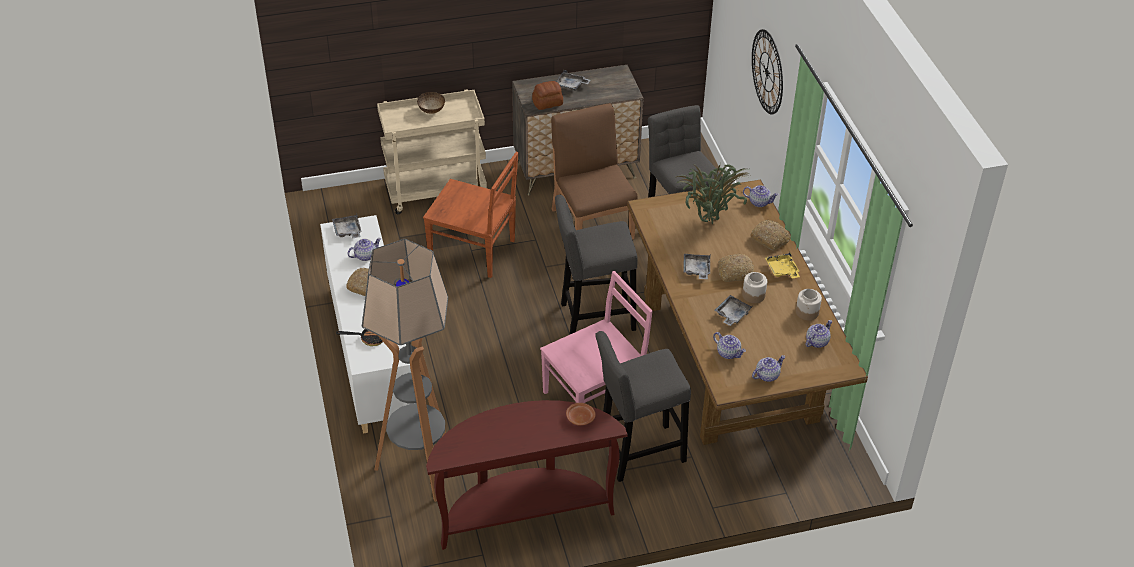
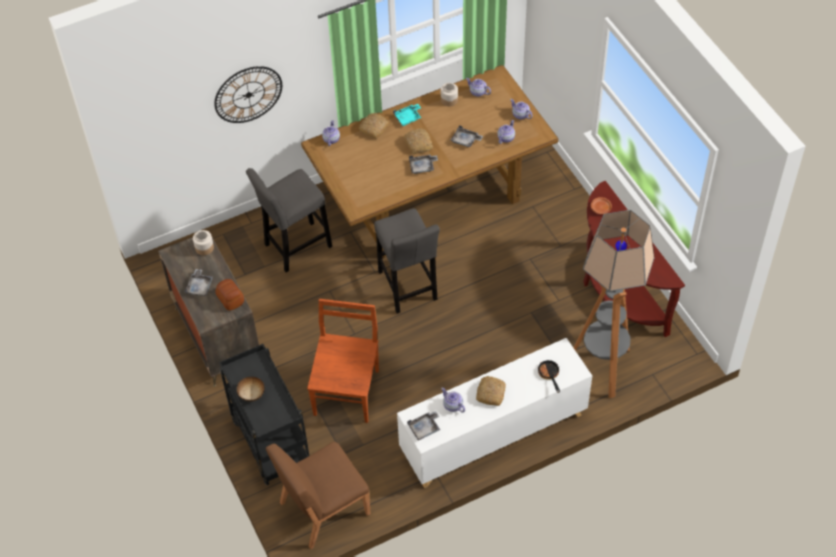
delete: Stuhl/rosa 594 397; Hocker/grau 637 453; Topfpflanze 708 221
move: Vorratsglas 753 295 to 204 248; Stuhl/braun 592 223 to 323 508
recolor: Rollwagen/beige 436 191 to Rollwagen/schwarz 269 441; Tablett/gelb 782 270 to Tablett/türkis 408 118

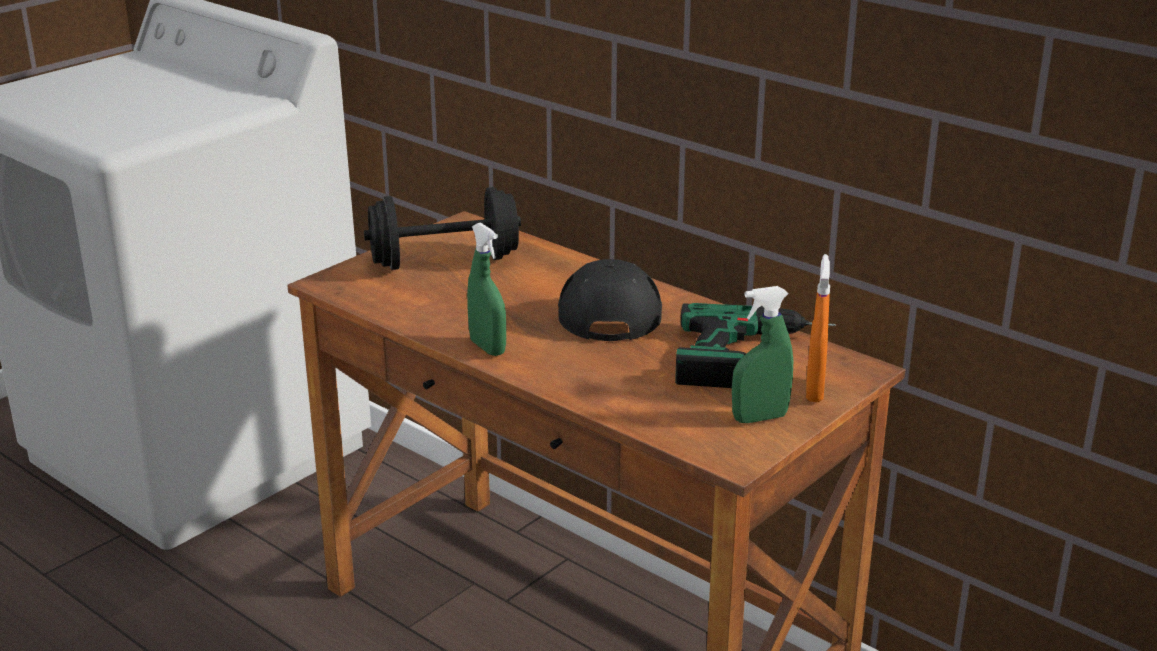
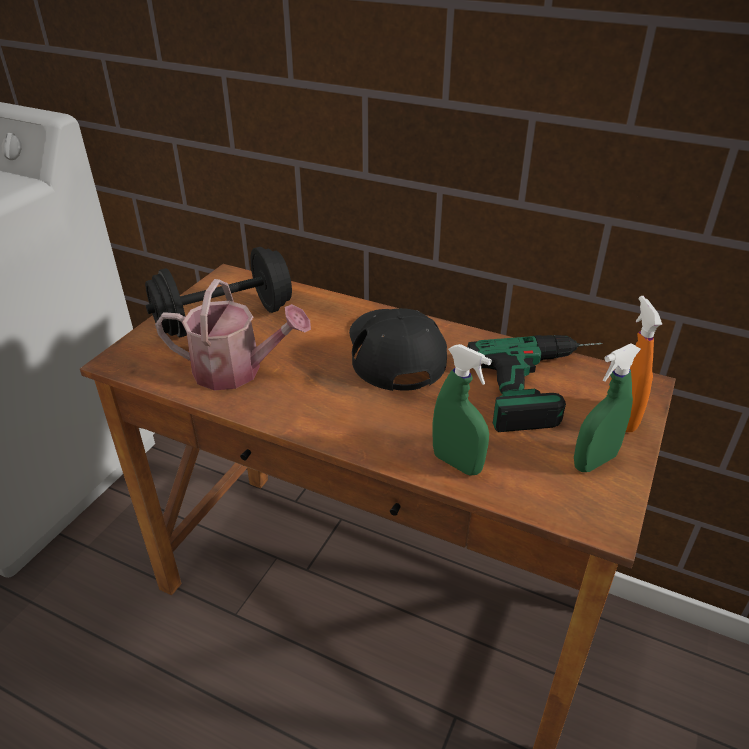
insert: Gießkanne 237 371
move: Sprühflasche/grün 487 348 to 457 463

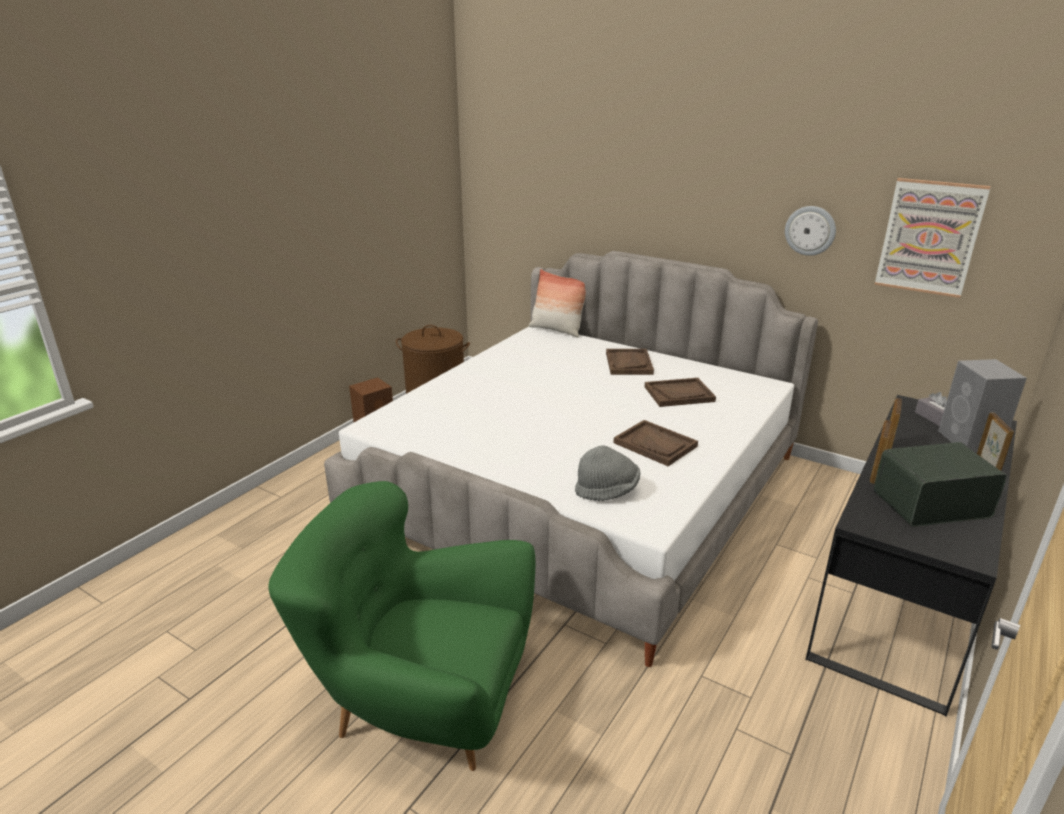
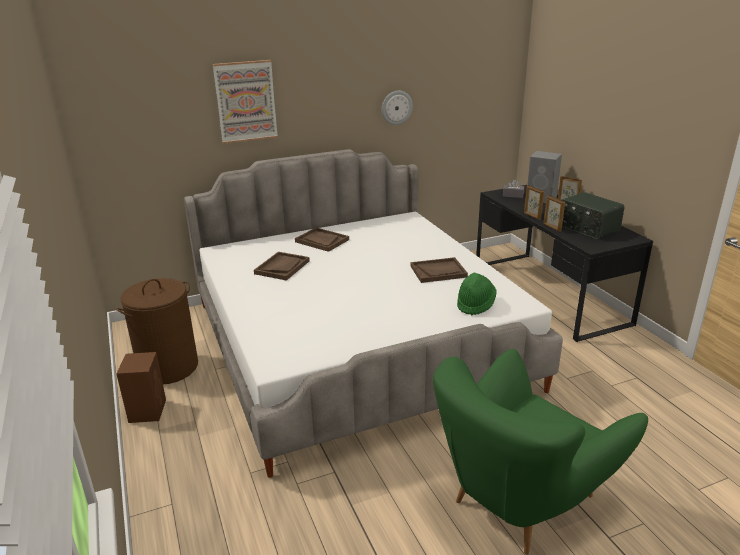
delete: Kissen 557 330
move: Bild 929 237 to 246 101; Tablett/braun 679 394 to 282 267
recolor: Hut/grau 607 491 to Hut/grün 475 304
rotate: Radio 929 503 = 587 228 60 degrees counterclockwise

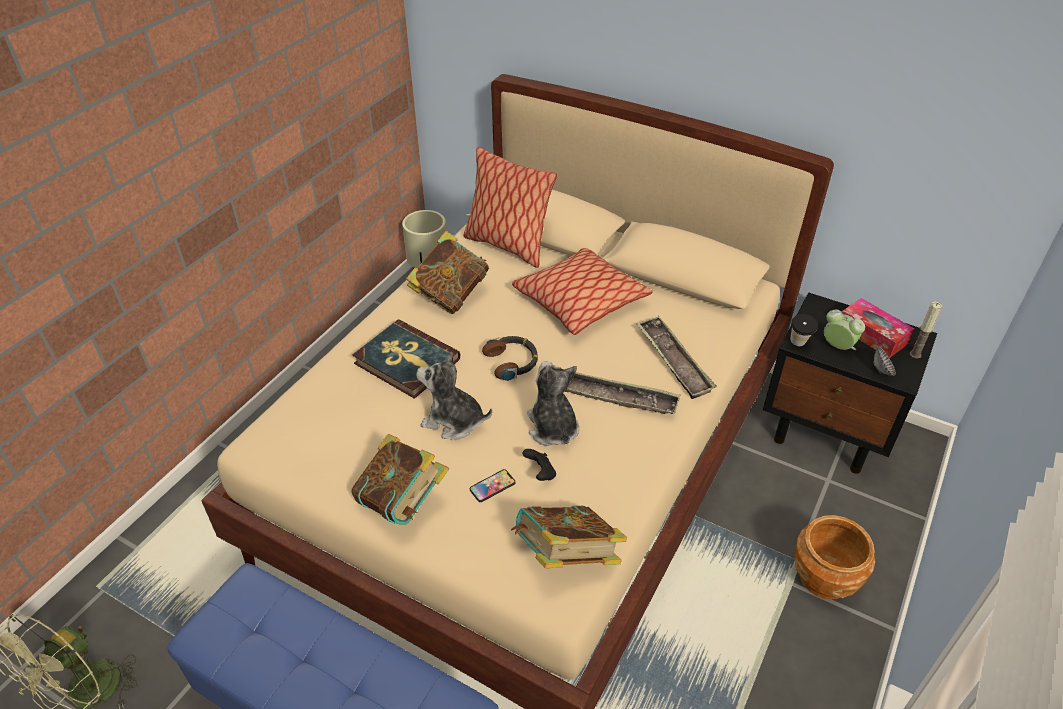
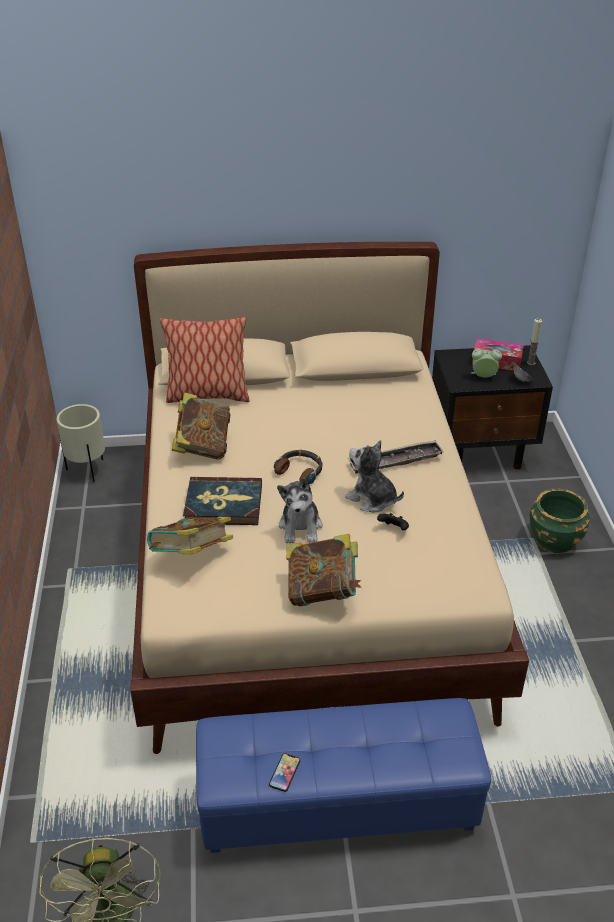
delete: Kissen 580 300; Tablett 673 361; Tasse 798 345
move: Buch 566 557 to 191 556; Handy 492 486 to 284 773
recolor: Pflanzkübel/braun 824 578 to Pflanzkübel/grün 554 540
rotate: Plüschtier 453 421 = 300 527 75 degrees counterclockwise

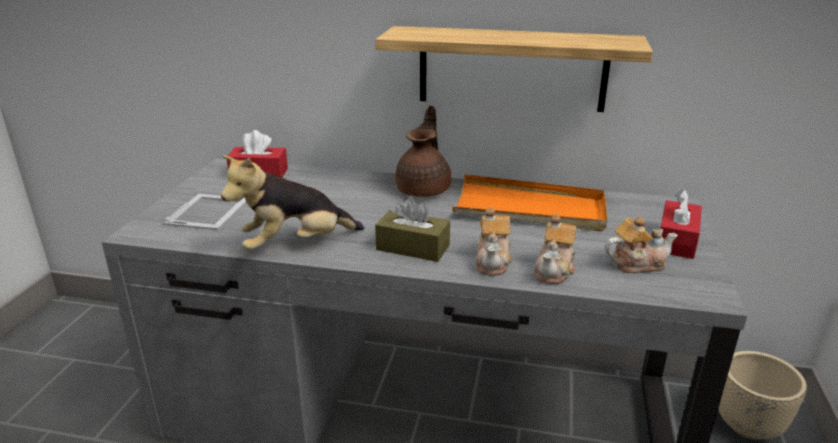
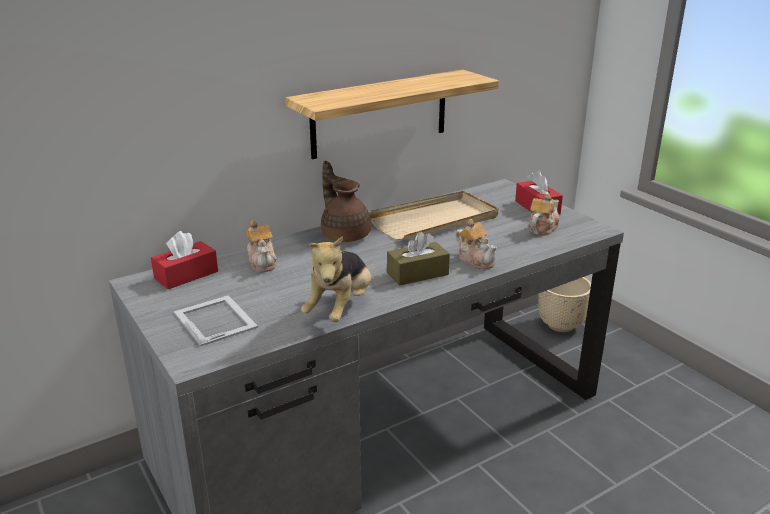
move: Teekanne 554 270 to 263 262
recolor: Tablett/orange 530 209 to Tablett/beige 434 220

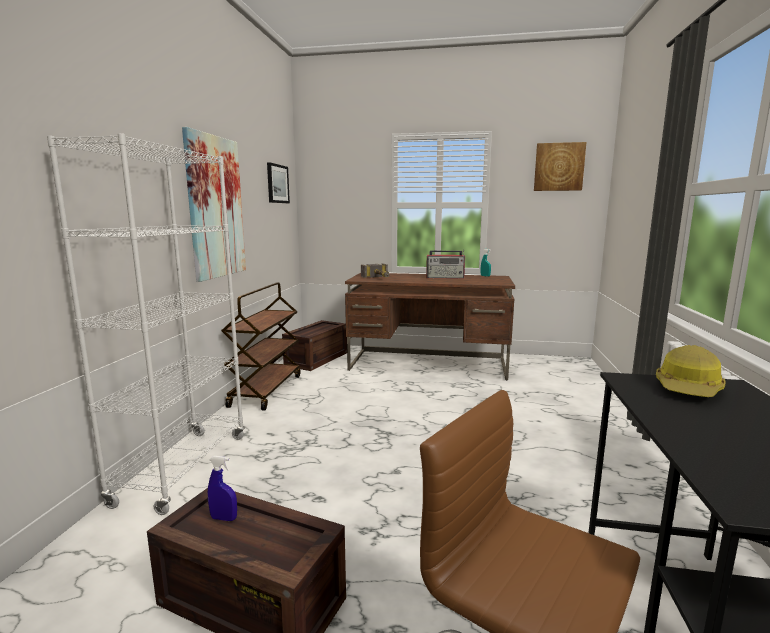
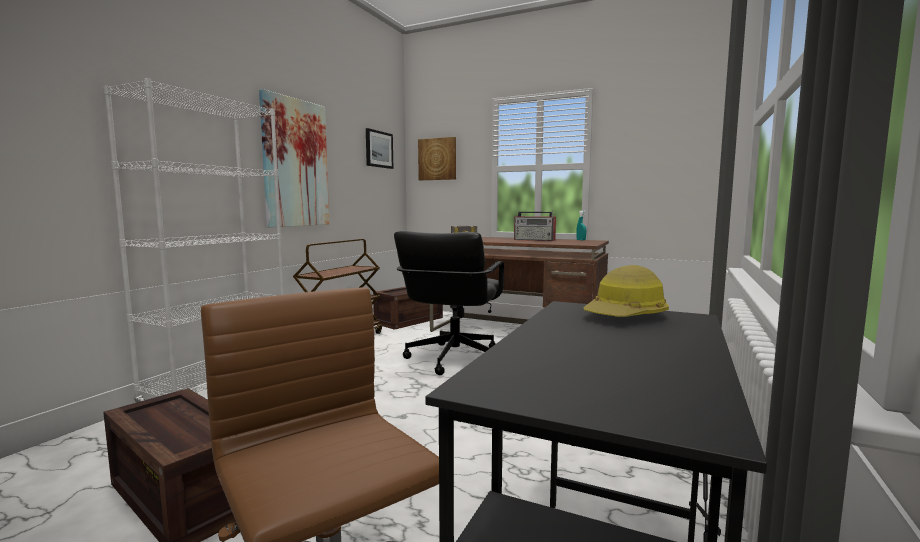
delete: Sprühflasche/blau 224 518
insert: Bürostuhl/schwarz 453 359
move: Bild 559 167 to 437 159

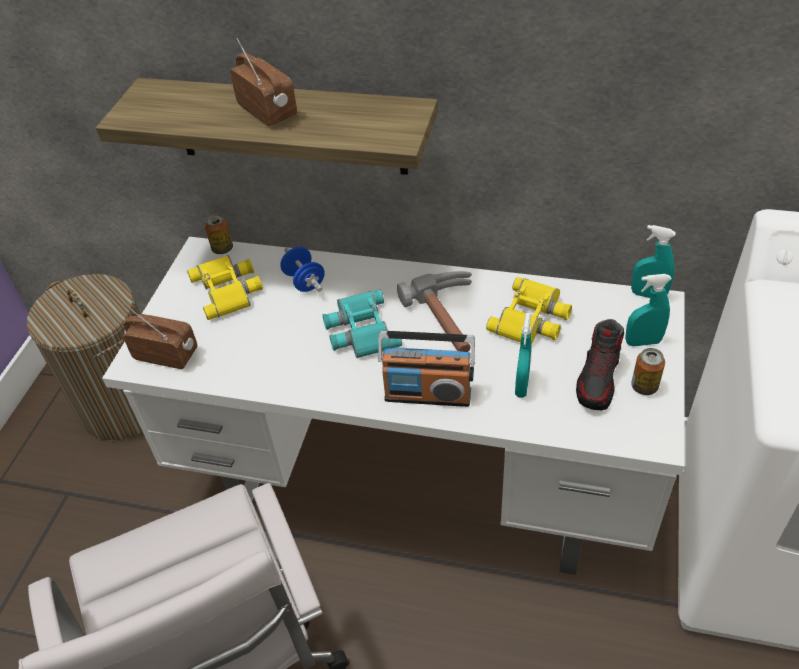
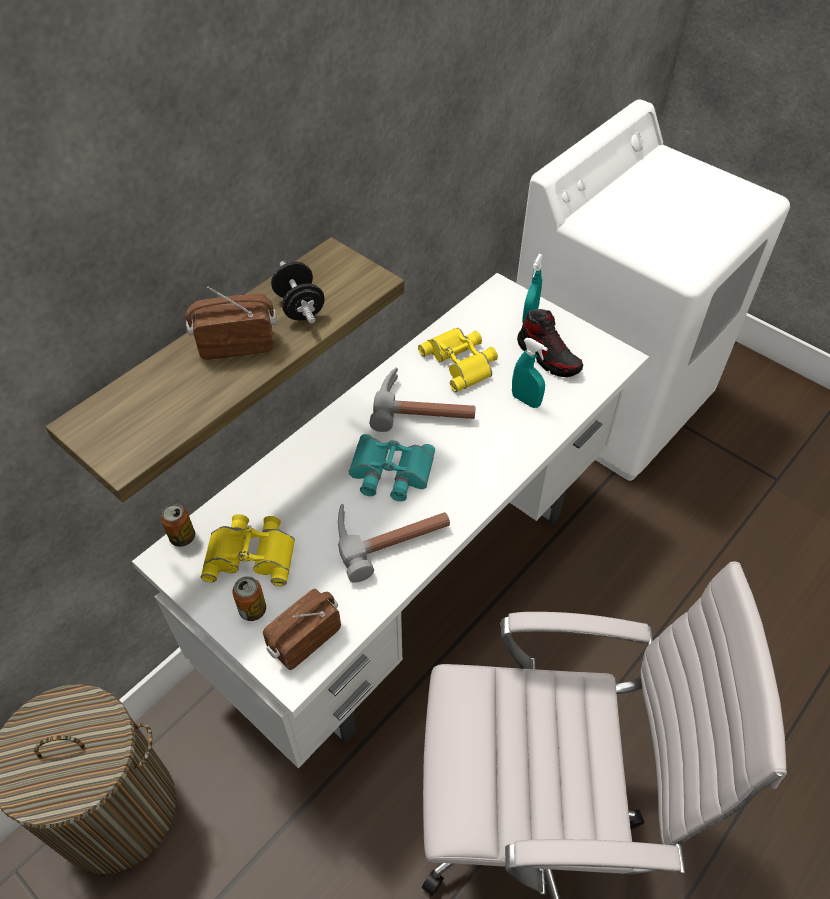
delete: Hantel/blau 304 281; Radio 428 394; Sprühflasche/türkis 648 295
insert: Hantel/schwarz 300 307; Hammer 389 534
move: Dose 644 387 to 253 610

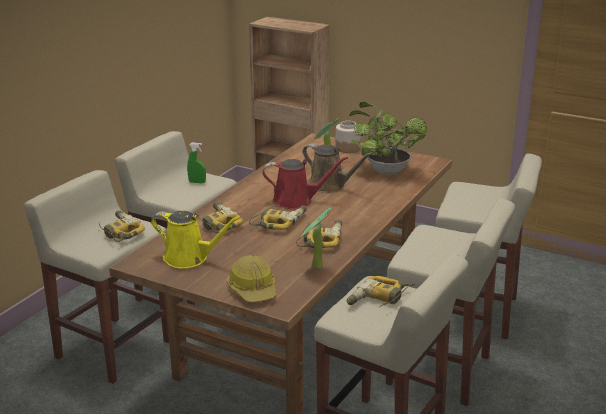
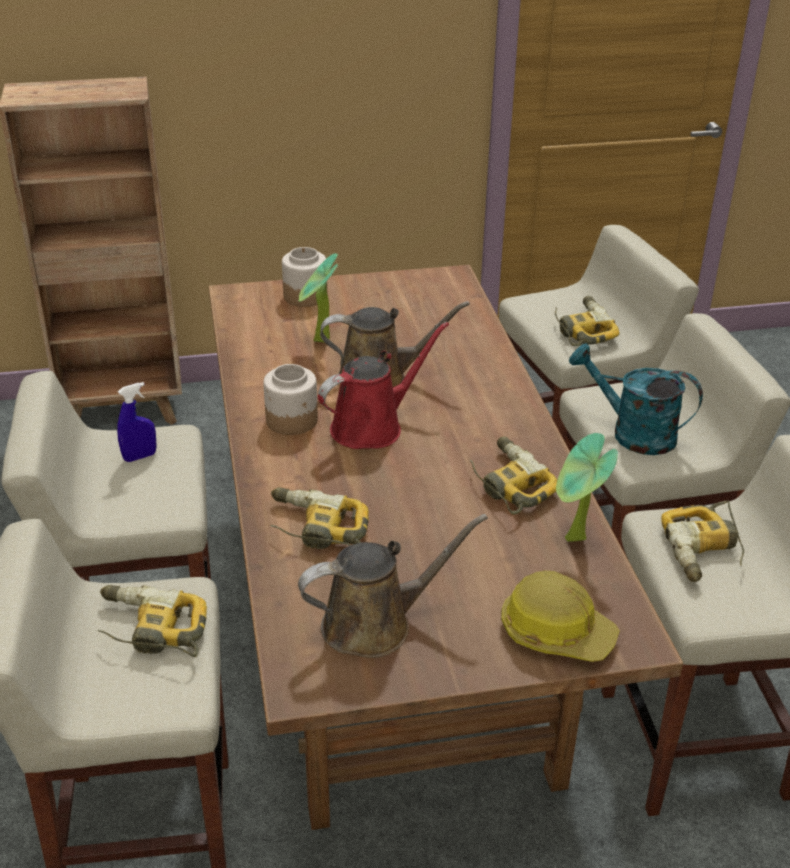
delete: Topfpflanze 384 170
insert: Vorratsglas 292 420; Gießkanne/türkis 632 433
move: Bohrmaschine 279 222 to 581 329
recolor: Sprühflasche/grün 197 182 to Sprühflasche/blau 140 457; Gießkanne/gelb 189 258 to Gießkanne/braun 375 624

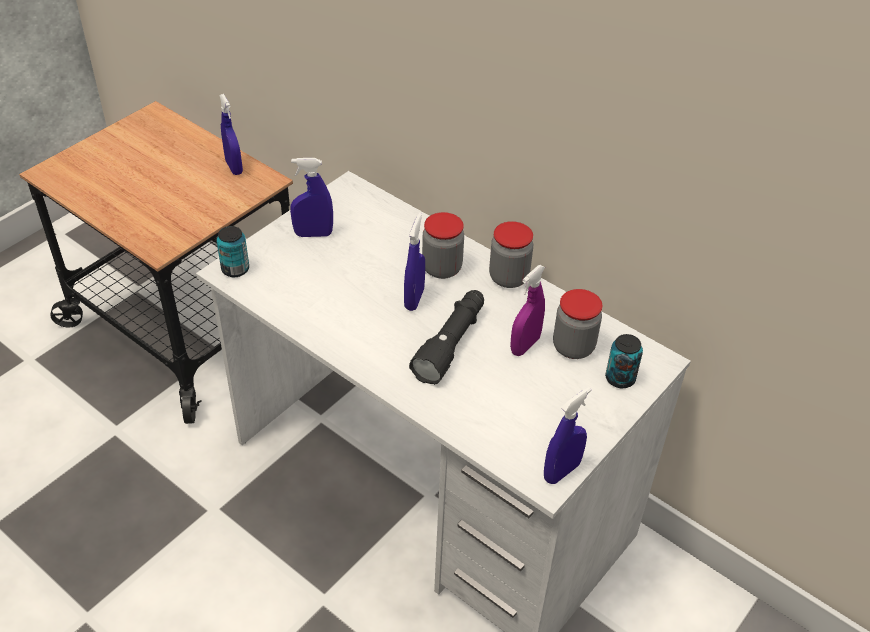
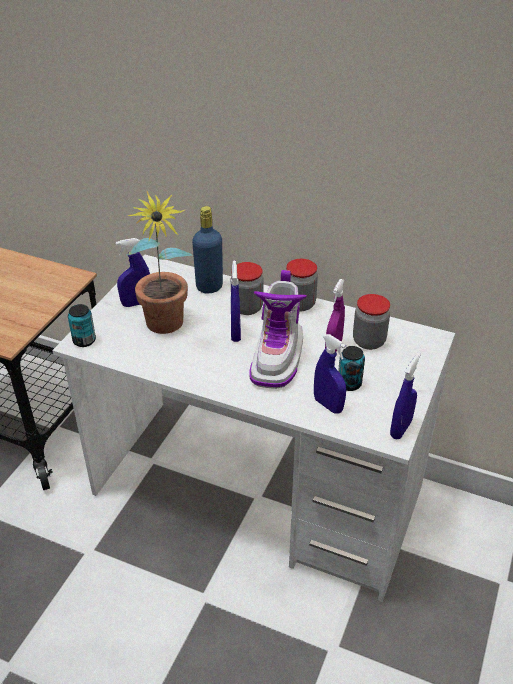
insert: Topfpflanze 165 329; Flasche/blau 209 287
move: Sprühflasche/blau 234 167 to 328 405; Dose 620 378 to 349 384
replace: Taschenlampe/schwarz 451 344 to Stiefel 278 358

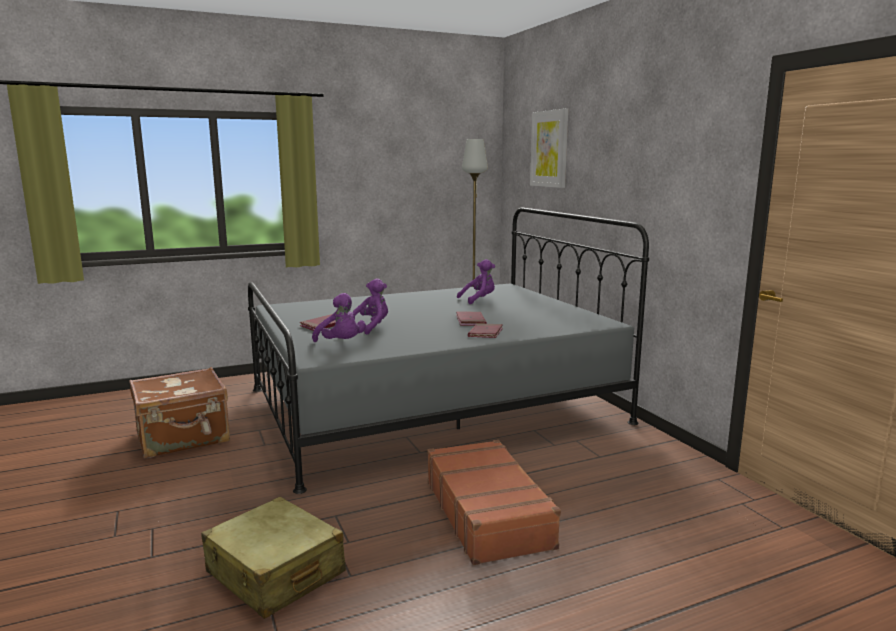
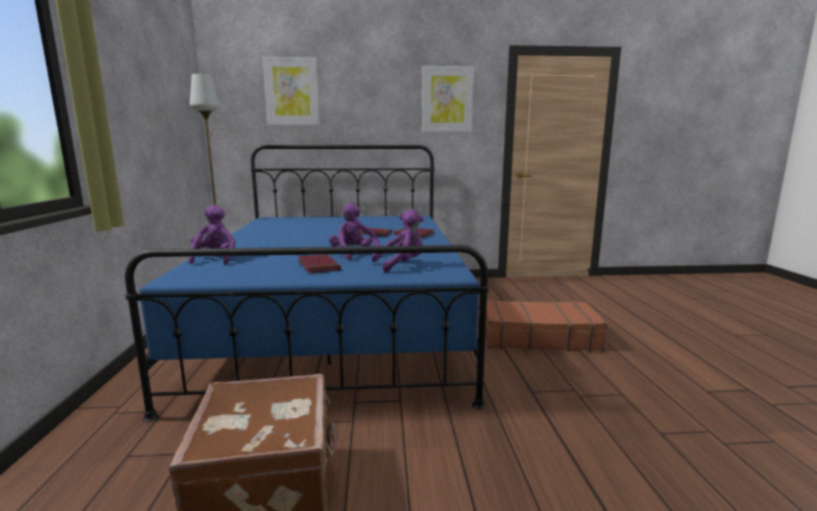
delete: Koffer/beige 275 573
insert: Bild 447 99
move: Plüschtier/lila 479 300 to 215 259
recolor: Bett/grau 432 405 to Bett/blau 337 326

